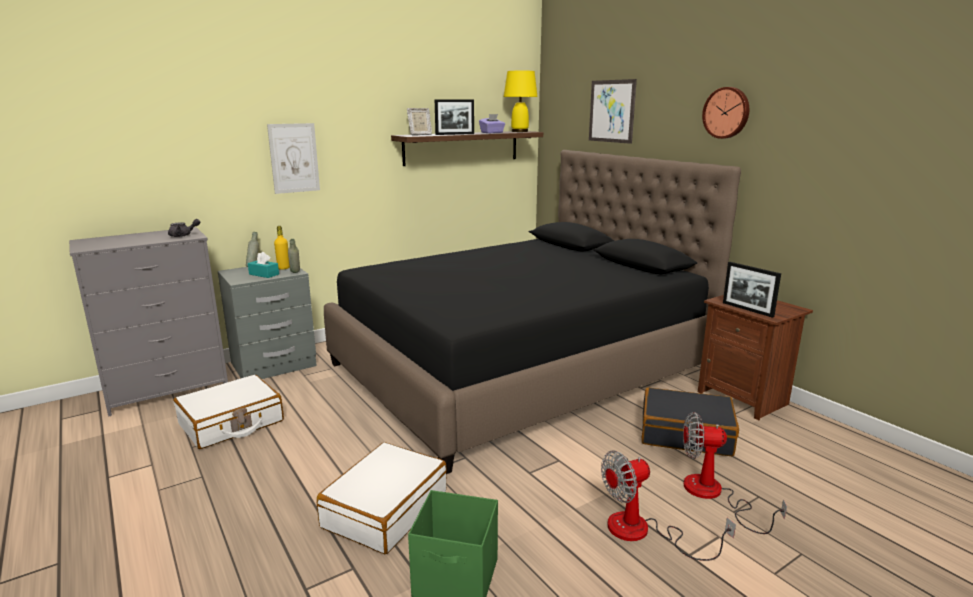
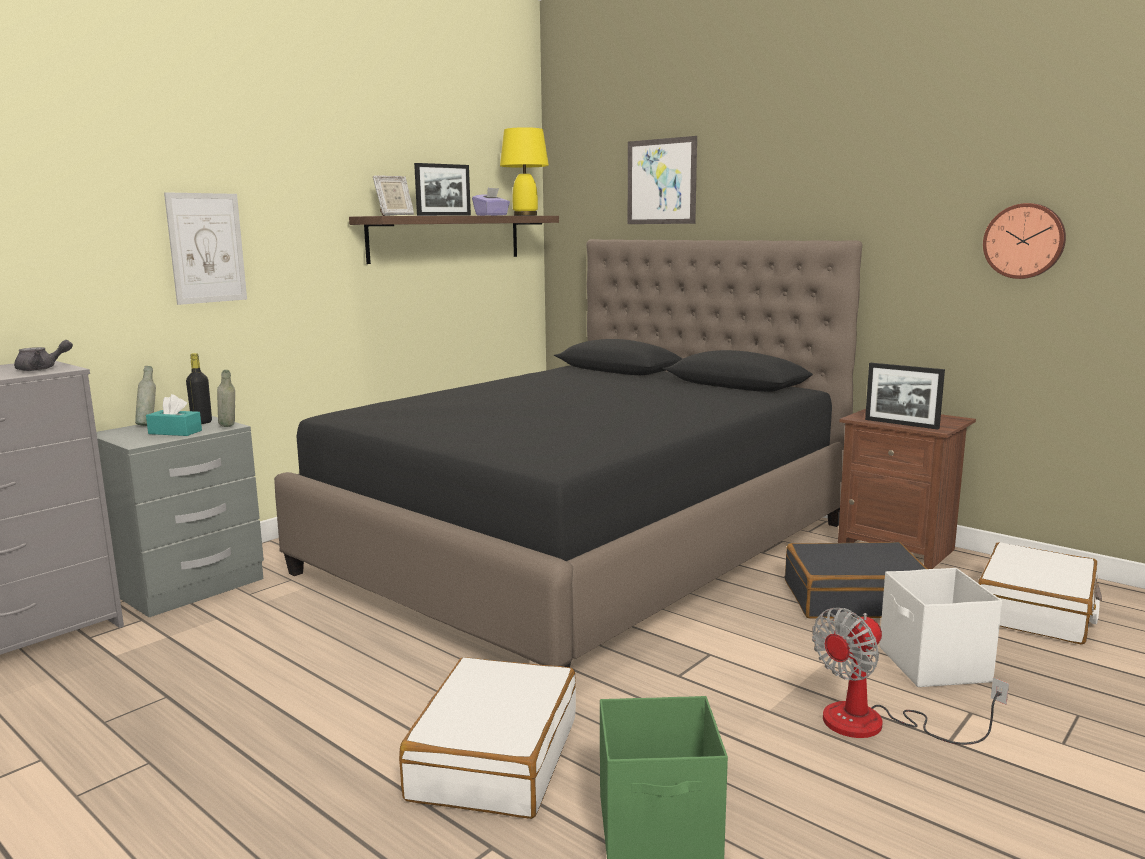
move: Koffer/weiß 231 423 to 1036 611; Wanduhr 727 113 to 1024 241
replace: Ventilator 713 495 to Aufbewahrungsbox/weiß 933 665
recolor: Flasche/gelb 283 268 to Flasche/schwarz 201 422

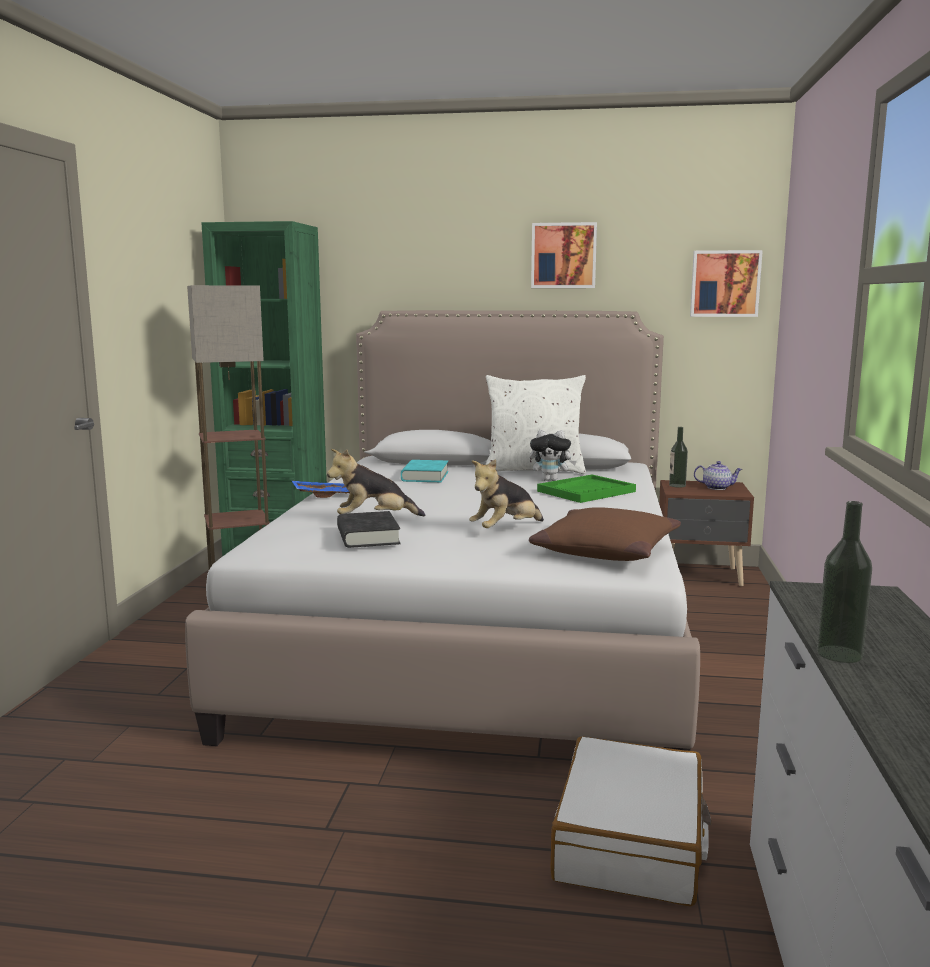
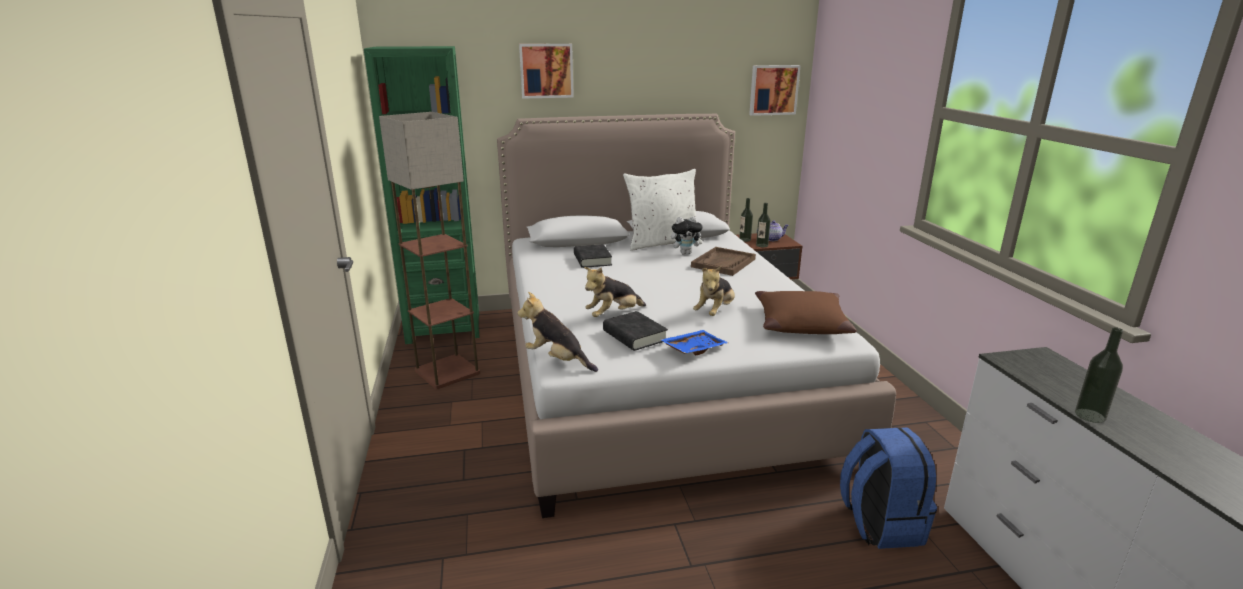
insert: Plüschtier 557 360; Flasche 762 245
move: Bild 563 255 to 546 70; Tablett/blau 325 495 to 693 349
replace: Koffer/weiß 631 842 to Rucksack/blau 879 523
recolor: Buch/türkis 425 476 to Buch/schwarz 592 260; Tablett/grün 586 491 to Tablett/braun 723 263

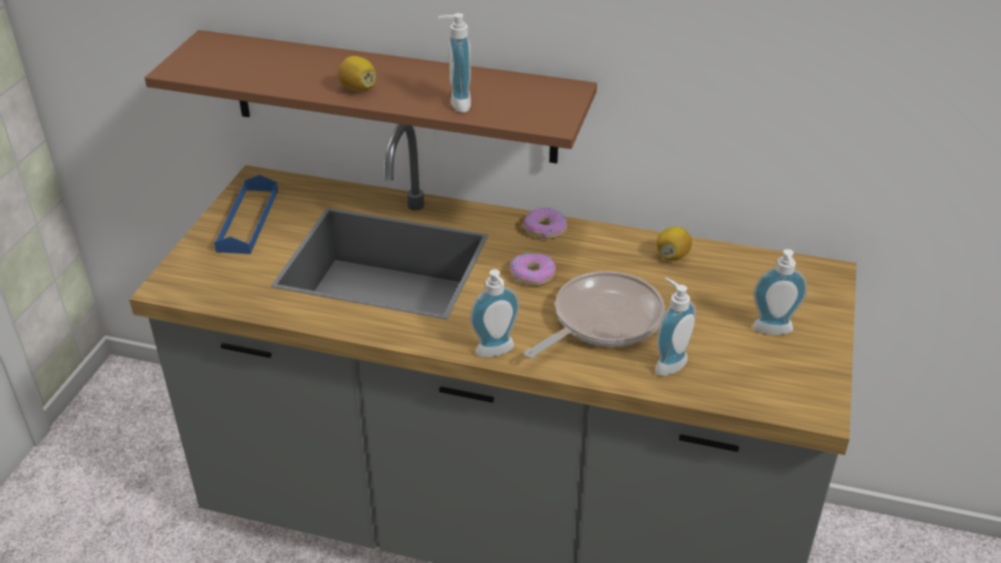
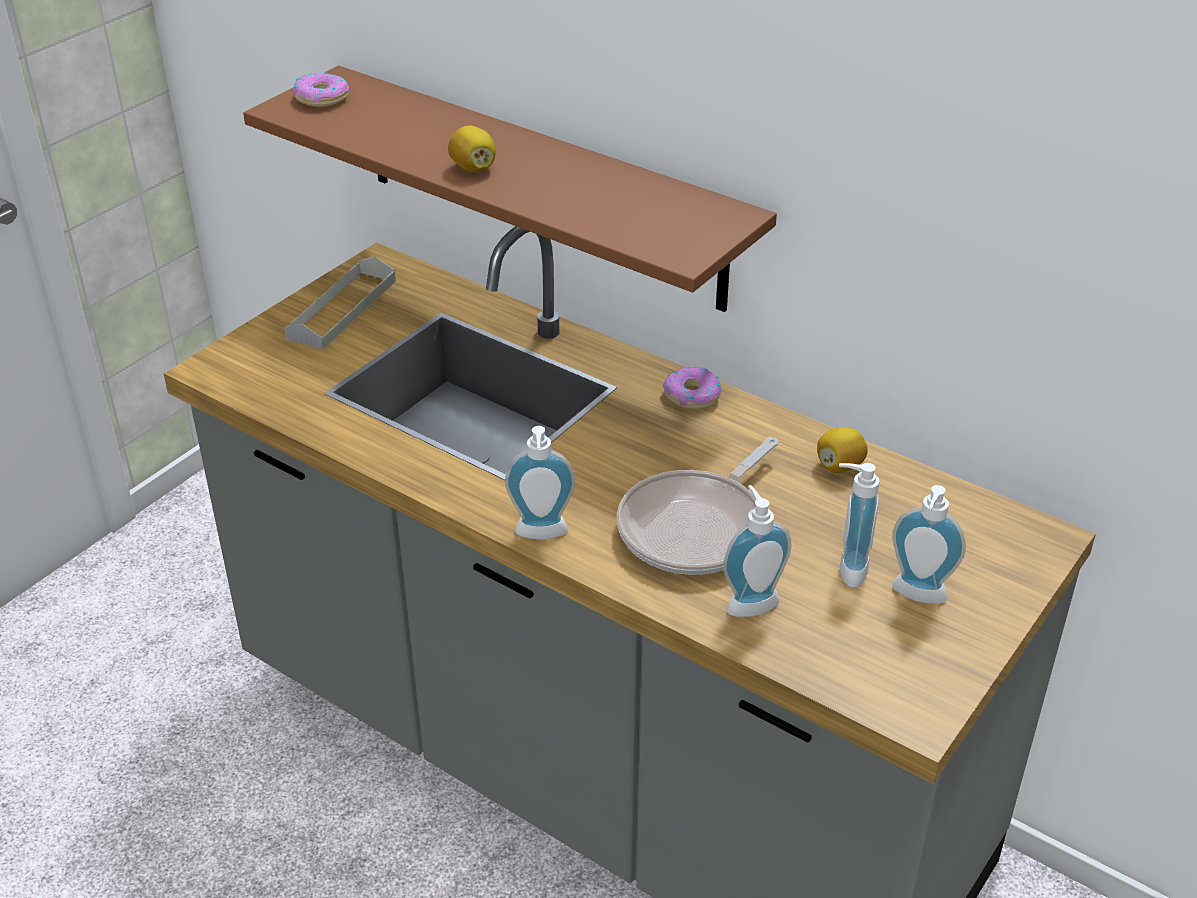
move: Donut 532 274 to 321 98; Seifenspender 456 104 to 847 568
recolor: Tablett/blau 248 220 to Tablett/grau 342 309
rotate: Pfanne 602 320 = 697 527 150 degrees clockwise

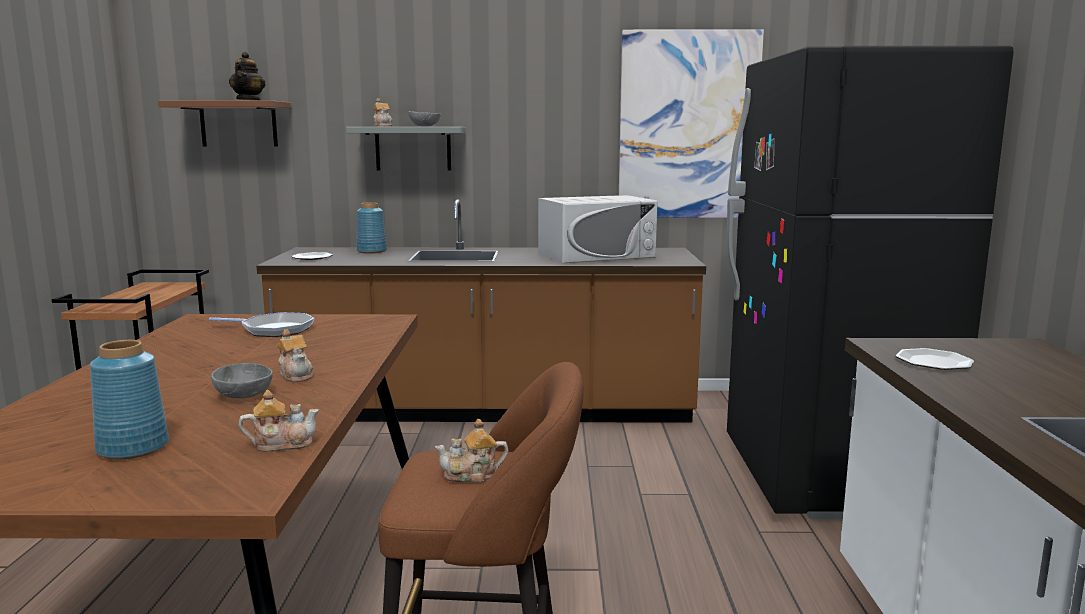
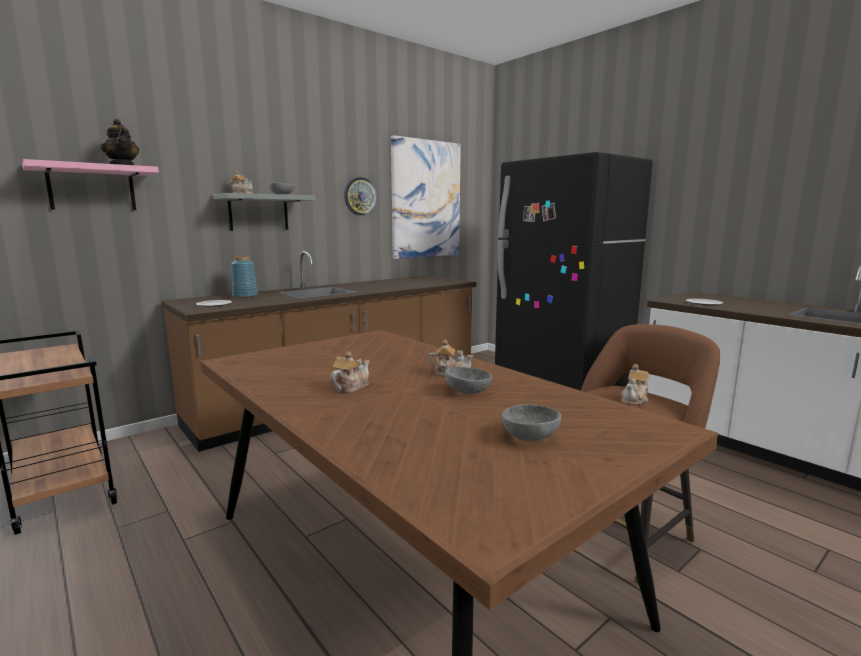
delete: Pfanne 274 330; Mikrowelle/weiß 596 255
insert: Wanduhr 360 196
move: Teekanne 282 444 to 350 387
replace: Vase/blau 133 448 to Schüssel/grau 528 436
recolor: Wandregal/braun 238 124 to Wandregal/rosa 92 188

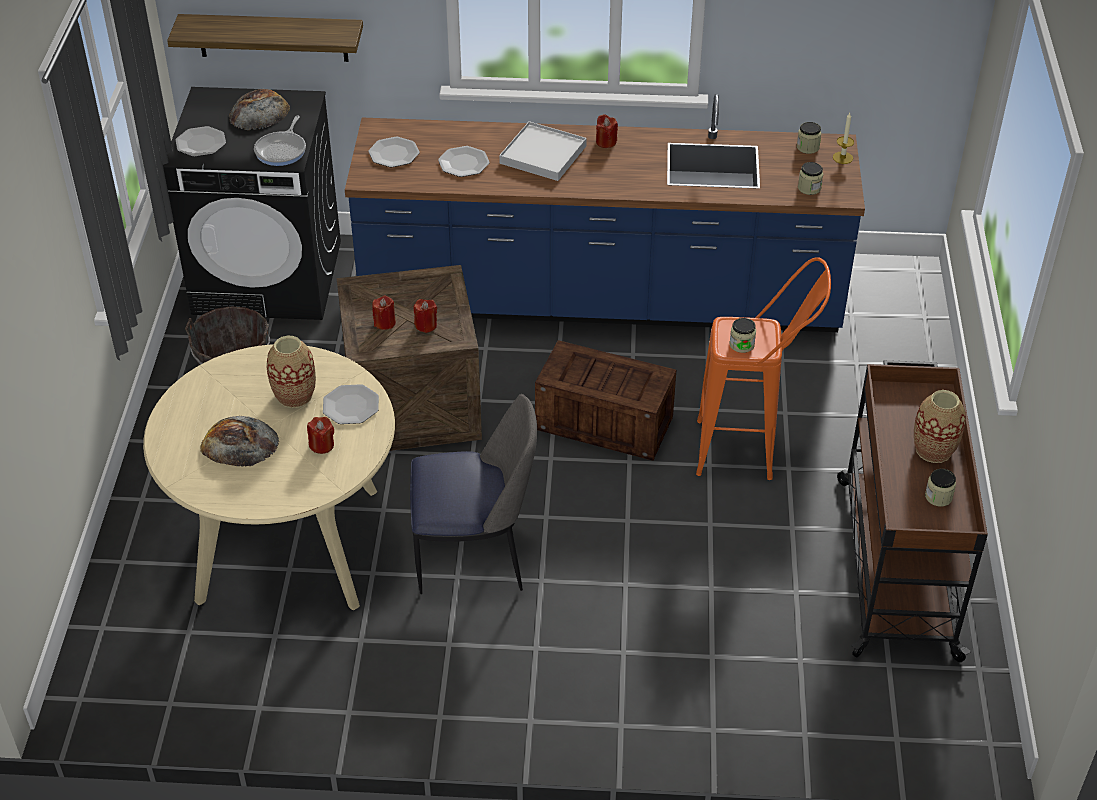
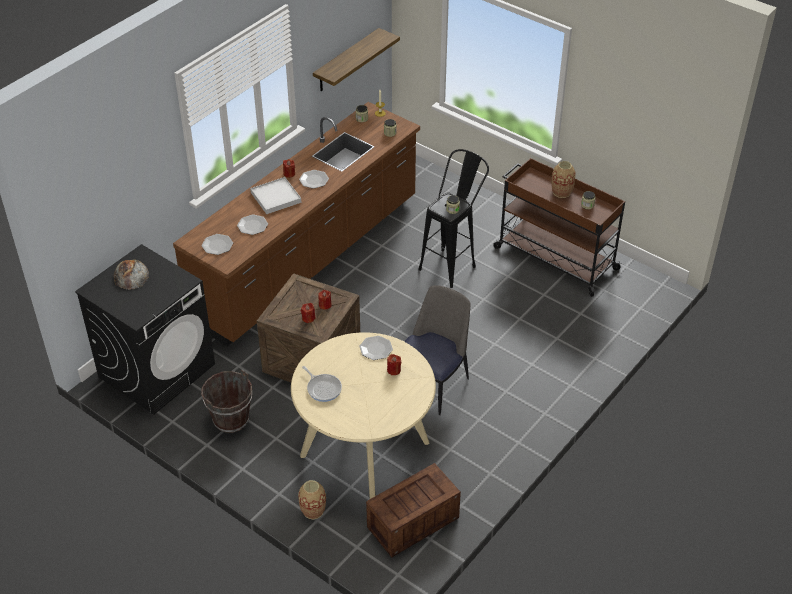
delete: Brot 239 443
move: Vase 295 396 to 313 511; Teller 201 143 to 314 180; Pfanne 282 150 to 323 388; Wandregal 272 37 to 346 61; Kiste 606 423 to 414 521
recolor: Küchenzeile/blau 601 301 to Küchenzeile/braun 308 259; Hocker/orange 750 450 to Hocker/schwarz 452 264

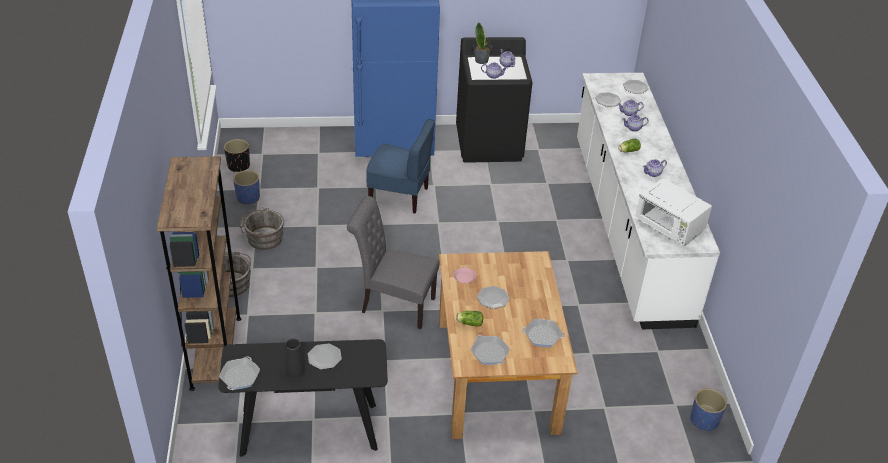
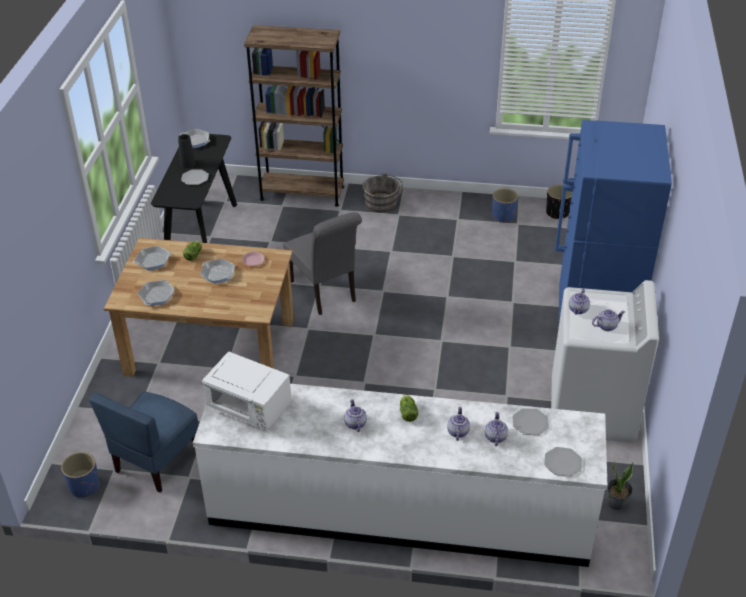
delete: Eimer/grau 263 238
move: Stuhl/blau 399 196 to 157 461; Topfpflanze 481 60 to 616 503
replace: Teller 493 298 to Pfanne 218 273
recolor: Waschmaschine/schwarz 489 144 to Waschmaschine/weiß 592 410
rotate: Mikrowelle/weiß 669 228 = 249 409 120 degrees counterclockwise; Stuhl/grau 393 304 = 325 293 120 degrees clockwise

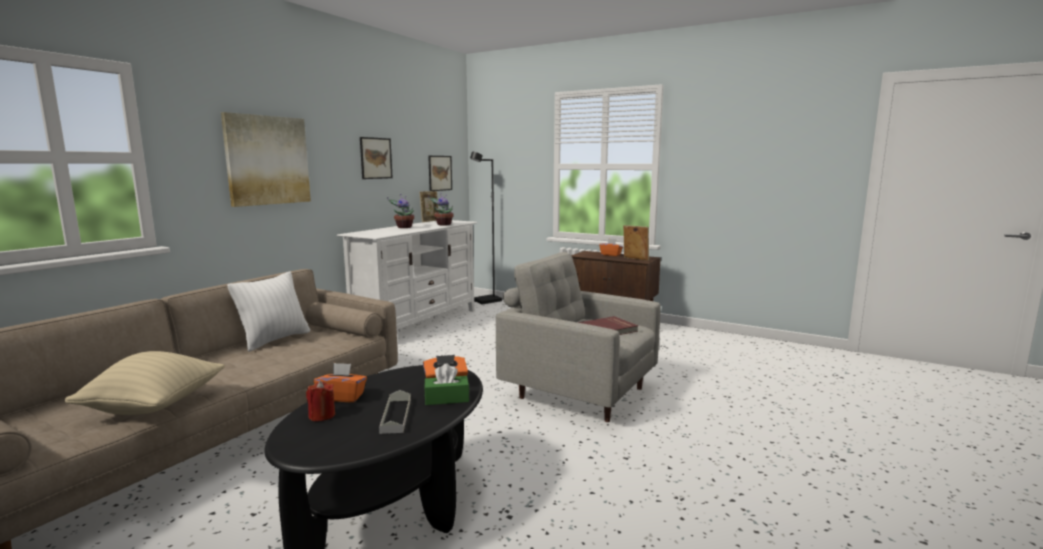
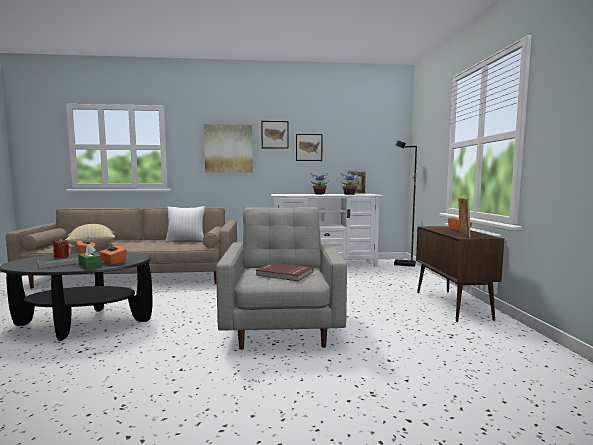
move: Bild 440 173 to 275 134

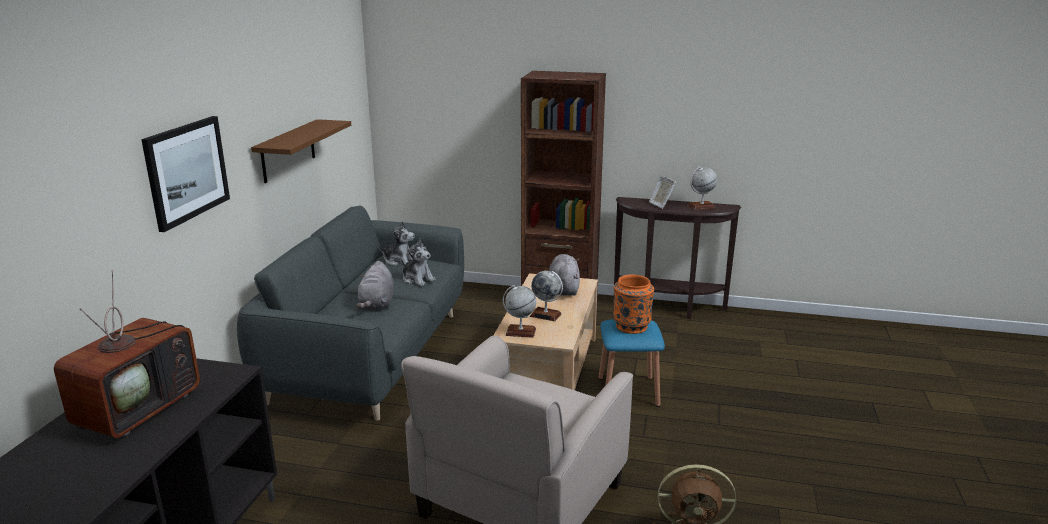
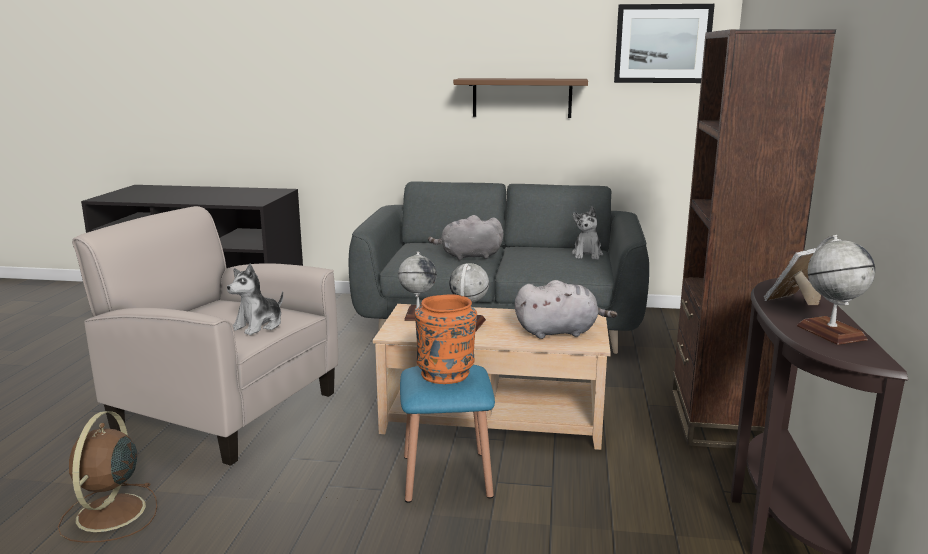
delete: Fernseher 139 407
move: Plüschtier 417 279 to 258 325; Bild 186 171 to 662 44

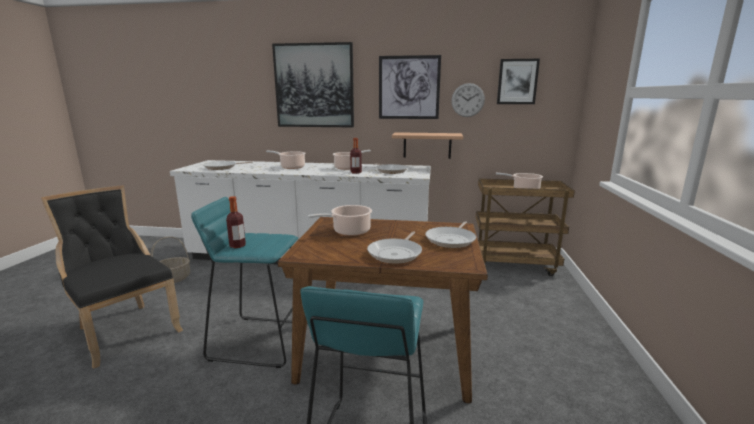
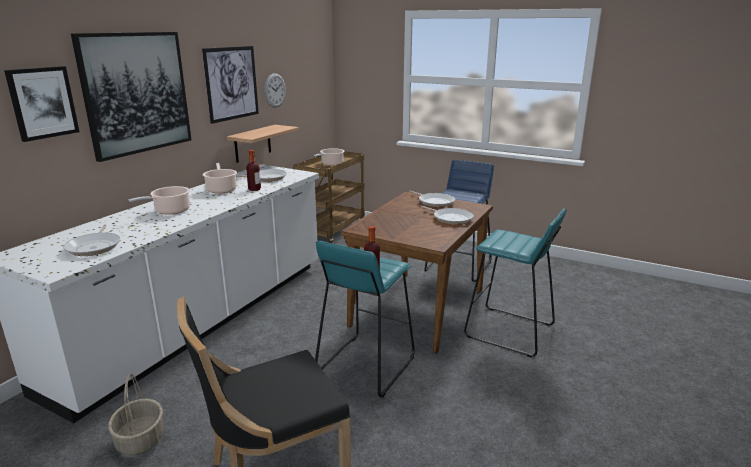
delete: Kochtopf 349 231
insert: Hocker/blau 458 266
move: Bild 517 81 to 42 103

